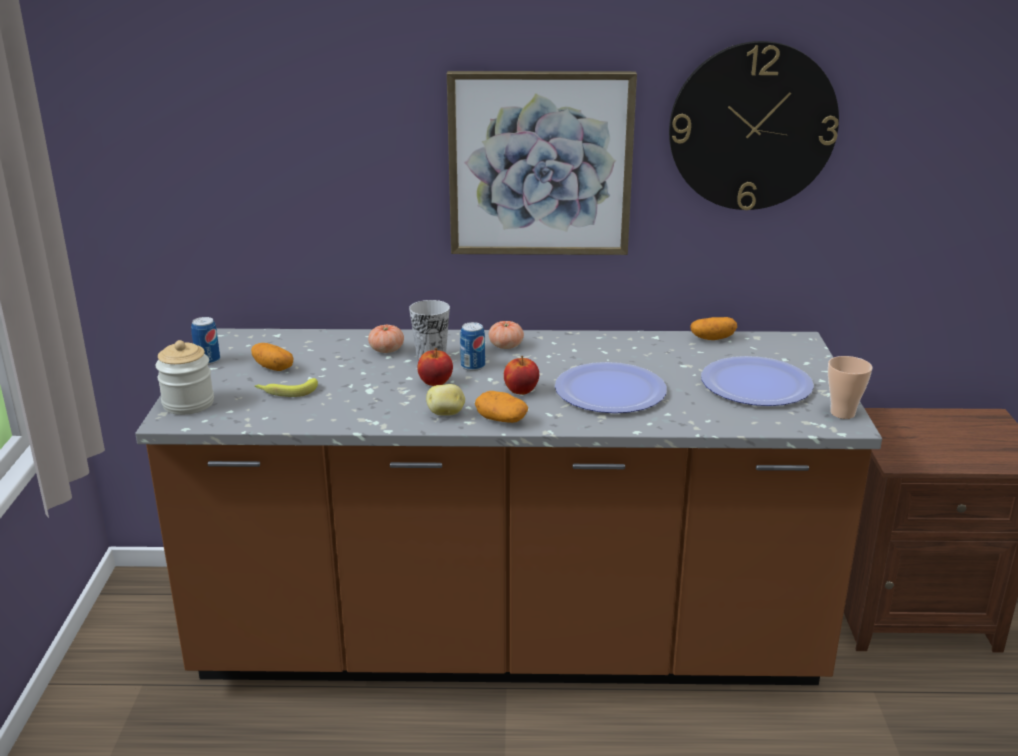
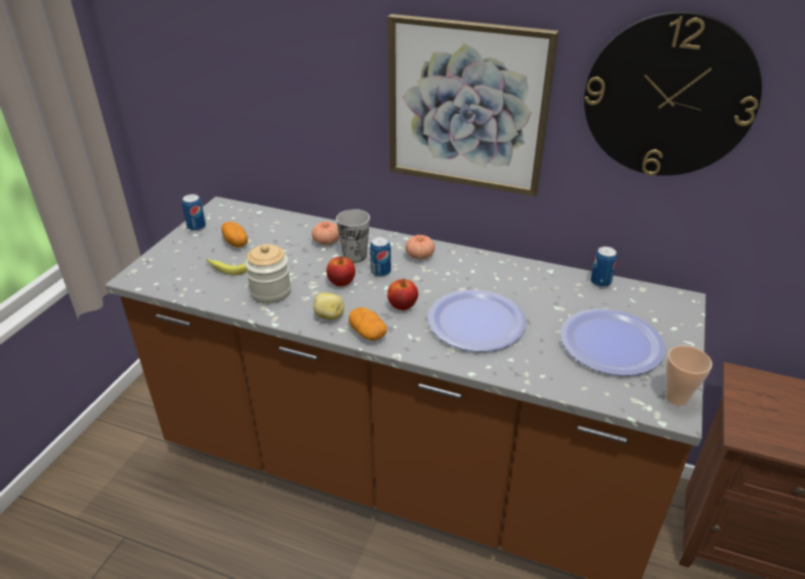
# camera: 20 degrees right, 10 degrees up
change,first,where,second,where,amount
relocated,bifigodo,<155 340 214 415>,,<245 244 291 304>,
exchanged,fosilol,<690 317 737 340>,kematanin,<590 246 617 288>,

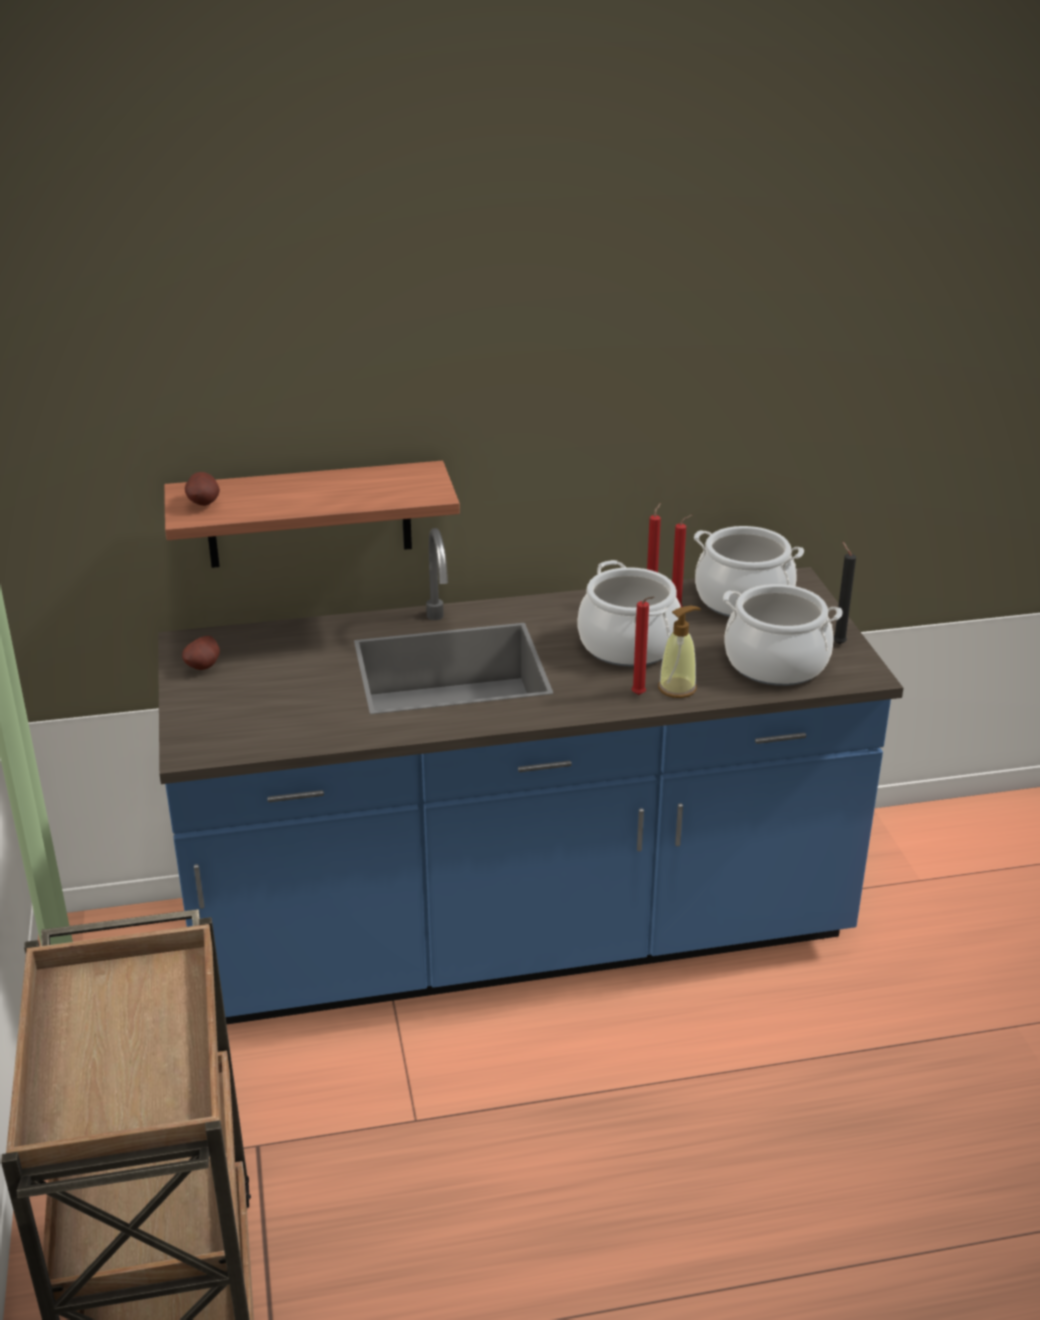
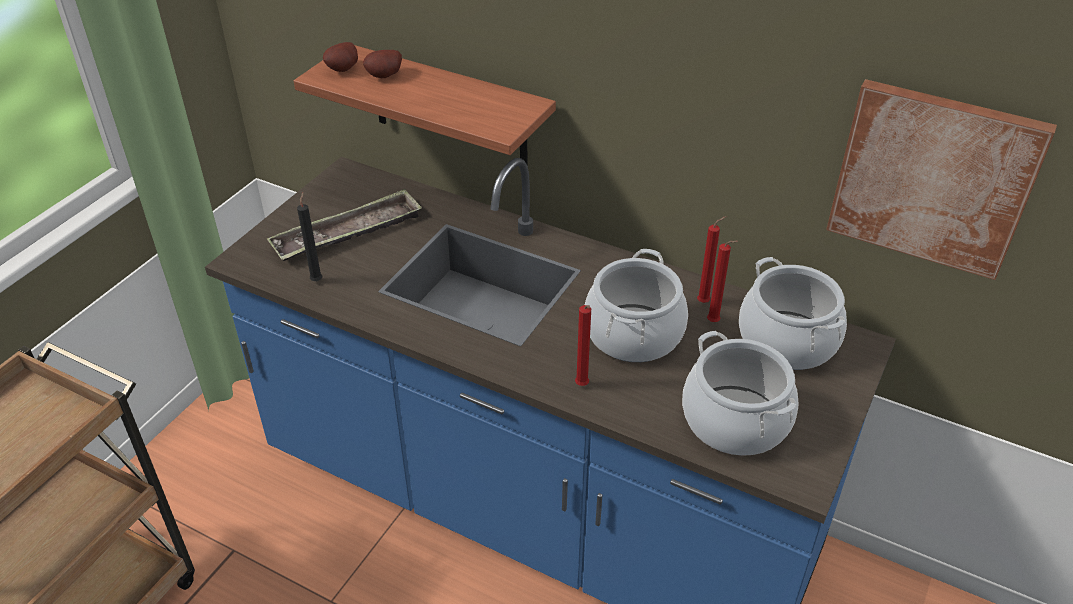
# camera: 40 degrees right, 10 degrees up
change,first,where,second,where,amount
appeared,,,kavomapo,<267 189 422 261>,
relocated,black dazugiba,<833 542 856 644>,,<297 192 322 281>,
relocated,fosilol,<182 636 220 670>,,<363 50 402 78>,
appeared,,,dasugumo,<826 79 1057 280>,
missing,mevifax,<658 606 701 698>,,,

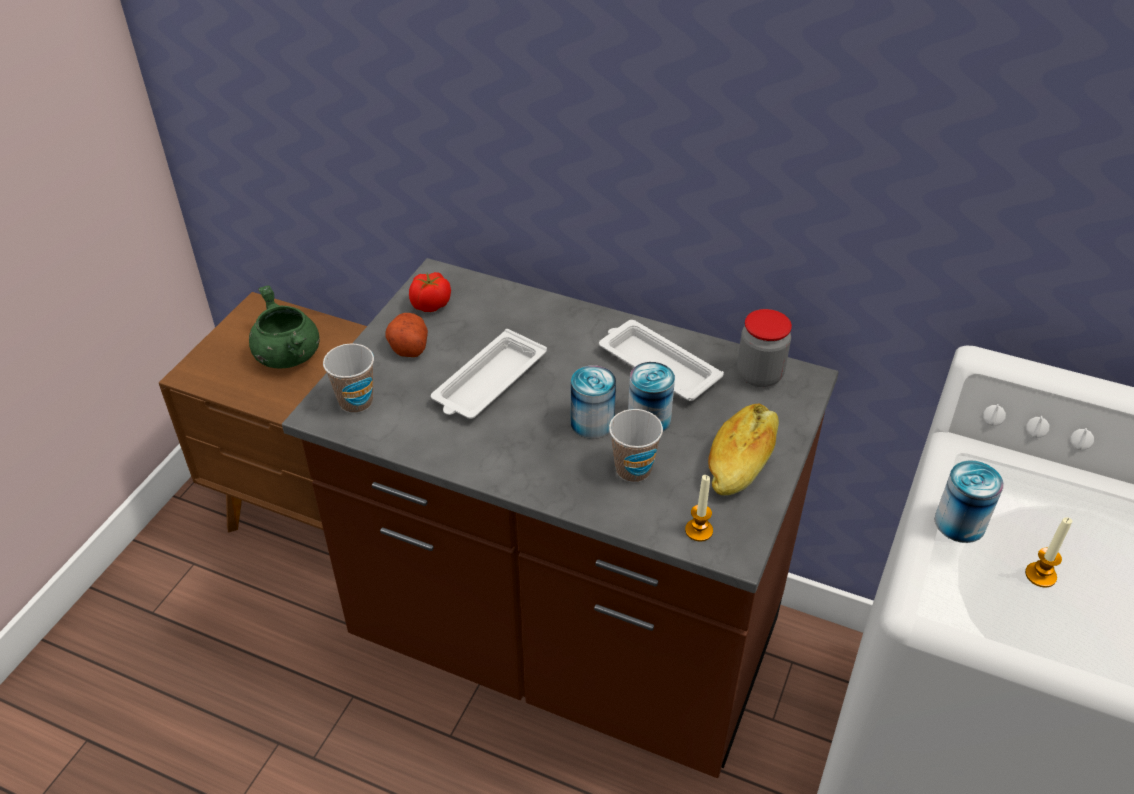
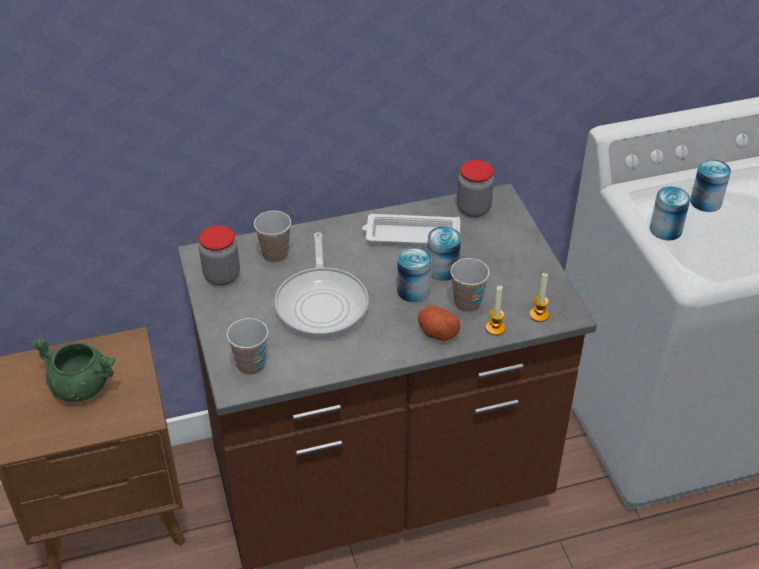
# camera: 40 degrees left, 0 degrees up
change,first,where,second,where,amount
exchanged,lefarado,<409 272 451 312>,bifigodo,<199 225 240 286>,
appeared,,,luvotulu,<254 210 291 263>,
exchanged,white kavomapo,<431 329 547 419>,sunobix,<274 232 369 339>,
relocated,fosilol,<385 313 428 357>,,<418 305 460 341>,
relocated,dazugiba,<1025 517 1072 587>,,<485 286 505 335>,
appeared,,,kematanin,<690 159 731 212>,
missing,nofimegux,<708 403 779 496>,,,

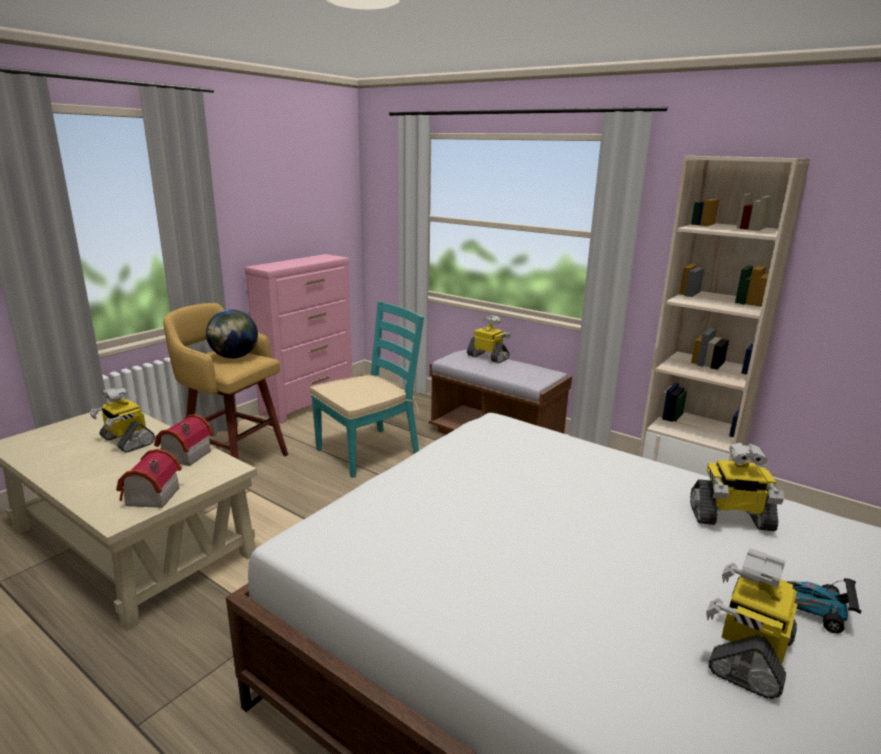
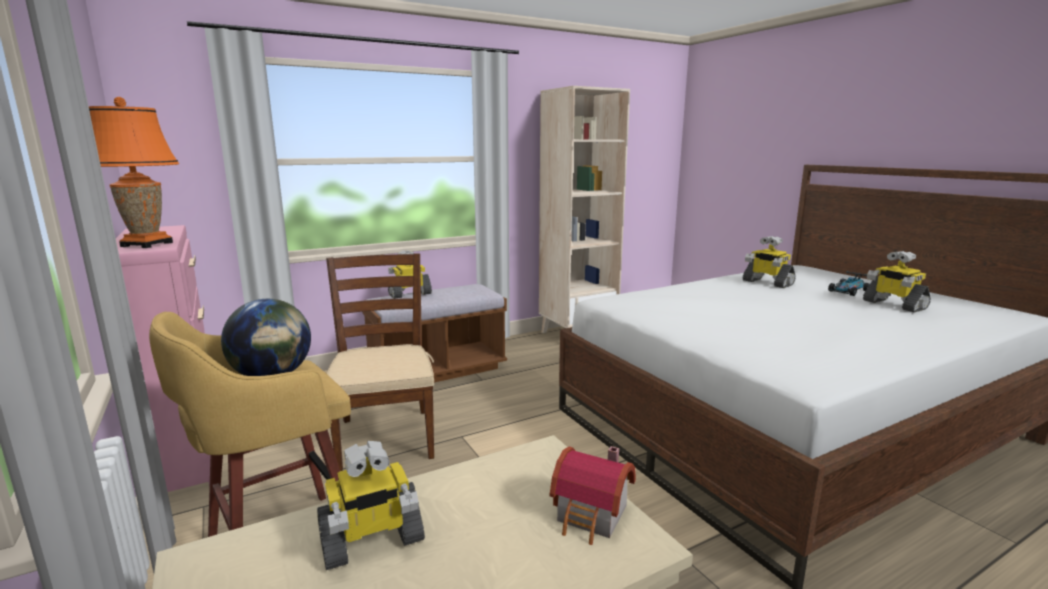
# camera: 65 degrees left, 5 degrees down
change,first,where,second,where,amount
appeared,,,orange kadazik,<89 97 179 248>,
colour,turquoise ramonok,<310 301 424 478>,brown ramonok,<326 253 434 471>,
spun,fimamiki,<690 443 784 531>,,<743 236 796 288>,105 degrees clockwise
missing,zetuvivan,<154 414 214 466>,,,

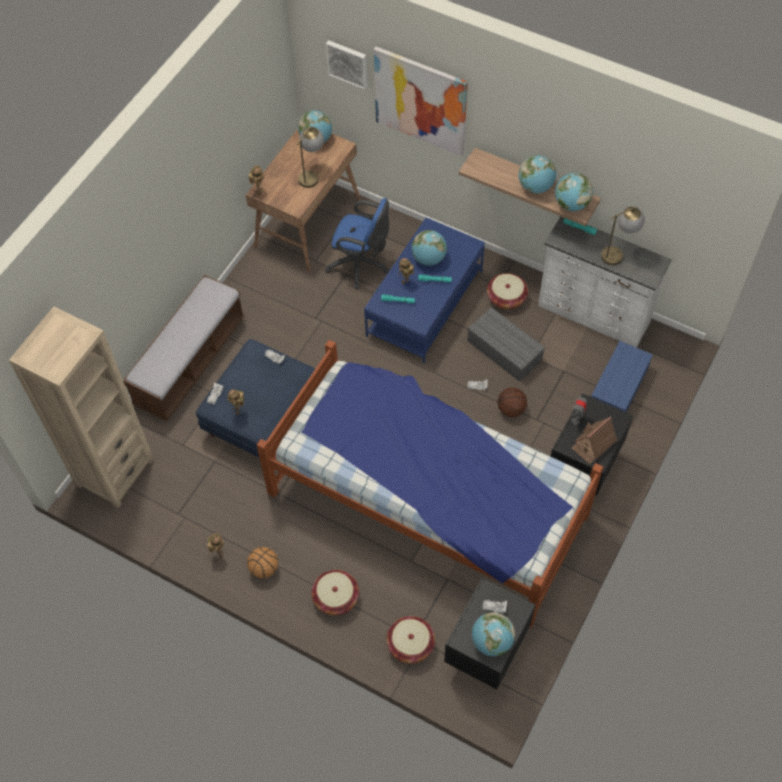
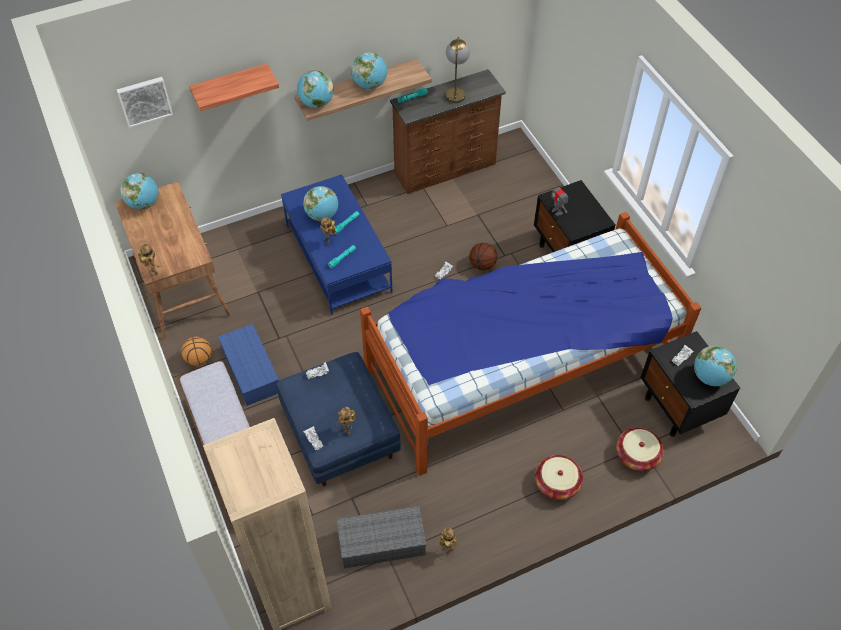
# camera: 55 degrees left, 5 degrees down
change,first,where,second,where,amount
relocated,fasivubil,<247 547 278 578>,,<181 337 212 366>,
exchanged,dasugumo,<374 47 468 156>,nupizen,<189 63 279 111>,
relocated,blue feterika,<591 341 653 412>,,<218 324 279 406>,
relocated,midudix,<555 173 593 211>,,<297 70 334 108>,
relocated,grey feterika,<467 307 545 382>,,<337 506 426 569>,
colour,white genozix,<538 216 672 348>,brown genozix,<390 69 506 194>,
missing,kadazik,<297 126 324 188>,,,
missing,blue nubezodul,<325 198 389 289>,,,
missing,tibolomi,<487 273 528 309>,,,
missing,zetuvivan,<572 416 617 464>,,,

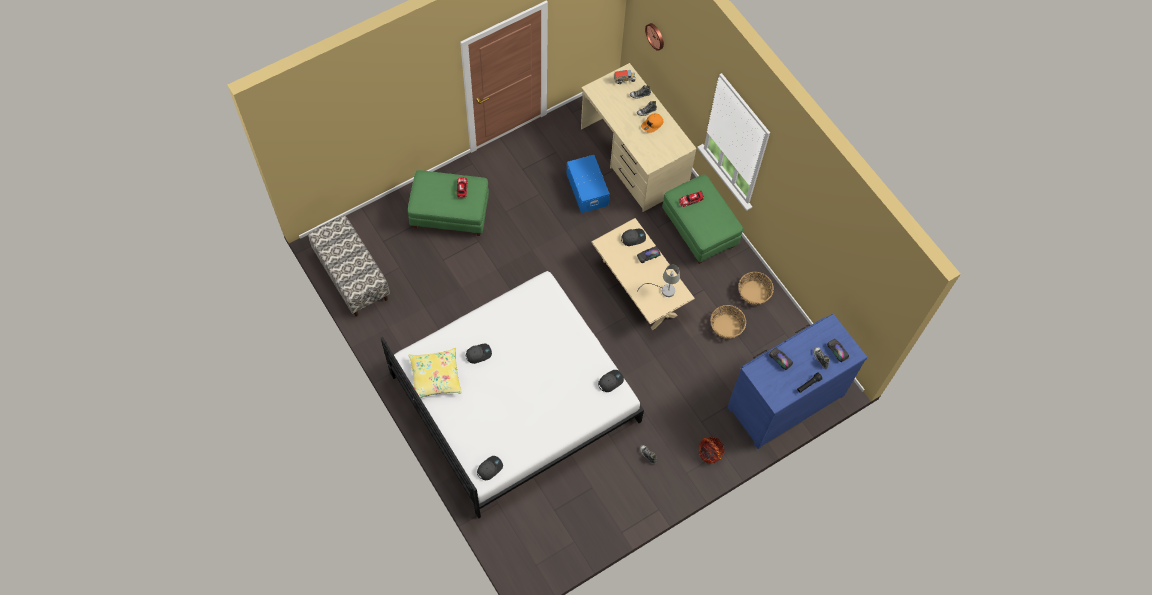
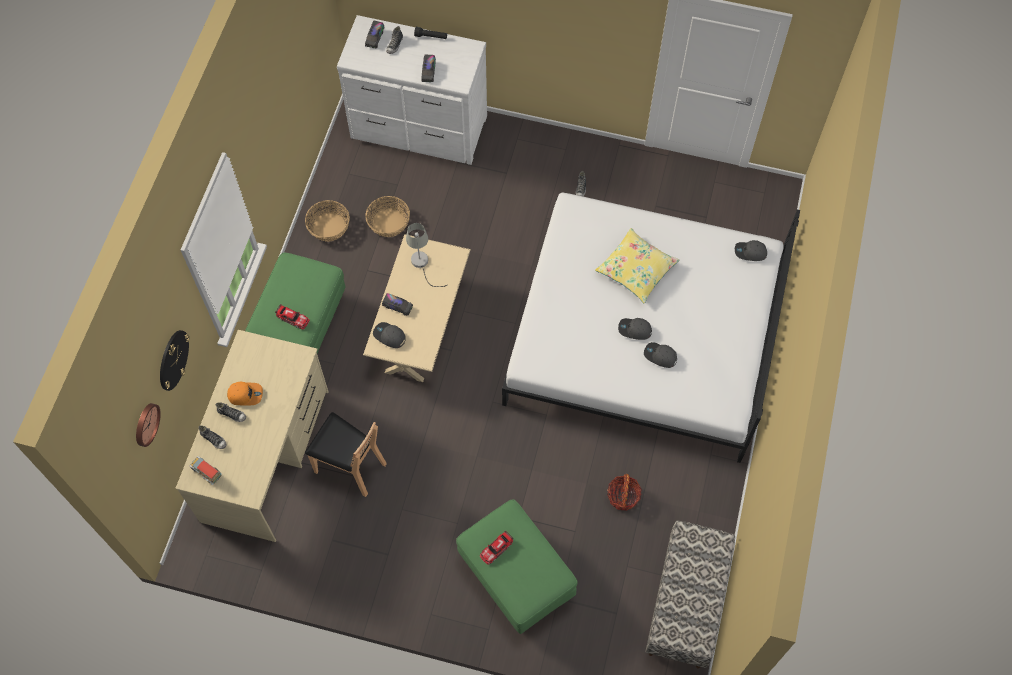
# camera: 130 degrees left, 0 degrees up
change,first,where,second,where,amount
appeared,,,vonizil,<160 330 190 391>,
exchanged,blue feterika,<567 155 610 213>,brown ramonok,<305 412 387 497>,
colour,blue genozix,<728 314 868 449>,white genozix,<337 15 487 165>,
relocated,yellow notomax,<408 348 462 398>,,<595 228 679 303>,
relocated,tibolomi,<699 436 725 463>,,<607 474 642 511>,
relocated,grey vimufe,<598 370 624 392>,,<618 318 652 340>,

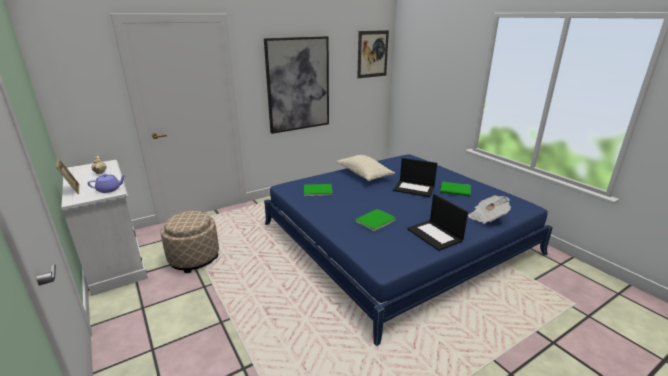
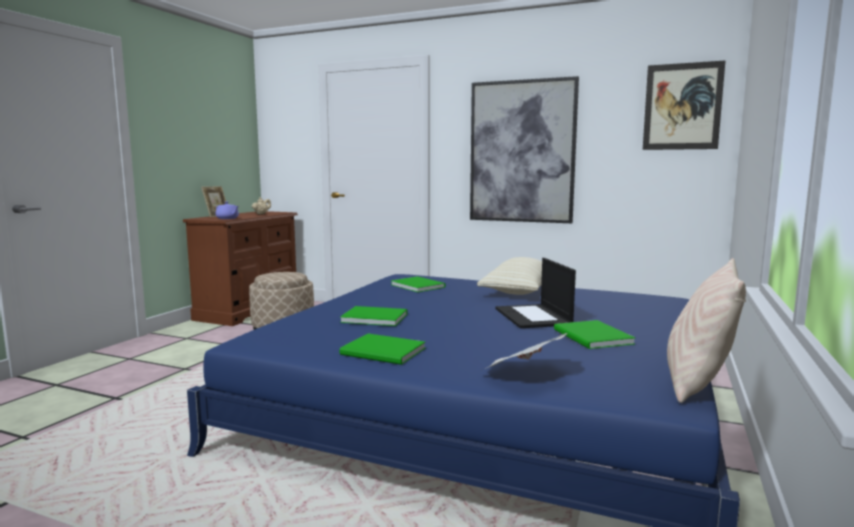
# camera: 55 degrees right, 15 degrees down
change,first,where,second,where,amount
colour,white genozix,<61 160 148 296>,brown genozix,<183 211 298 326>,
exchanged,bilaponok,<407 194 468 251>,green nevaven,<339 333 425 365>,
appeared,,,beige notomax,<667 258 746 403>,

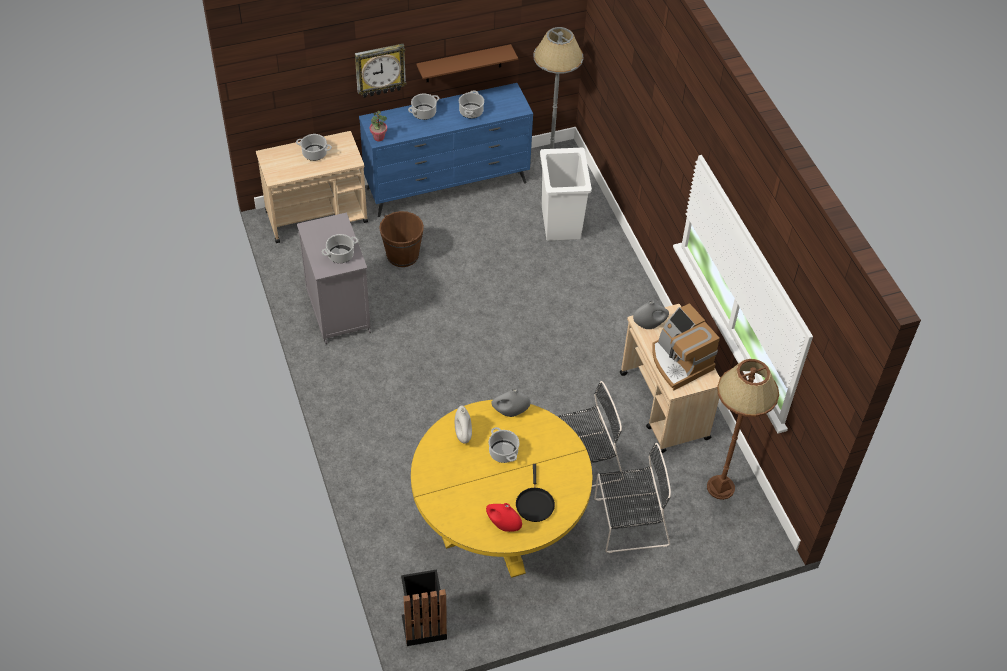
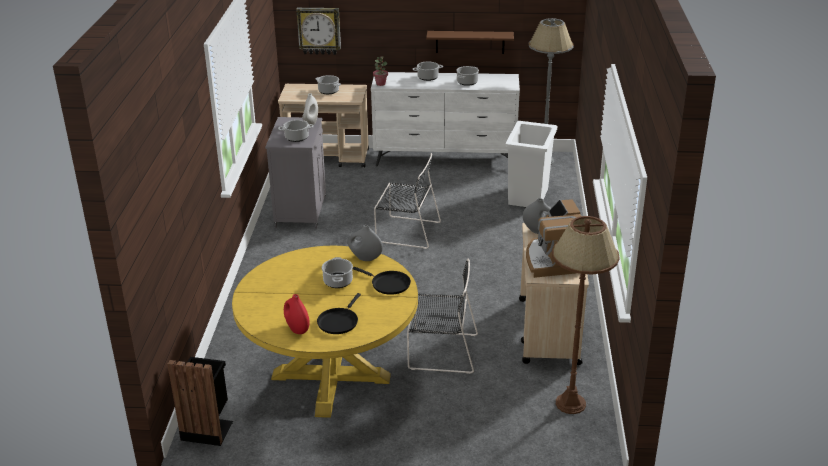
# camera: 25 degrees right, 20 degrees down
change,first,where,second,where,amount
relocated,vonizil,<355 44 406 98>,,<296 8 341 55>,
relocated,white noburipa,<455 405 472 444>,,<302 93 318 126>,
appeared,,,black sunobix,<353 267 411 295>,
colour,blue genozix,<359 83 533 217>,white genozix,<371 72 520 166>,
relocated,black ramonok,<594 443 671 553>,,<374 153 441 249>,
missing,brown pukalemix,<379 211 424 267>,,,

